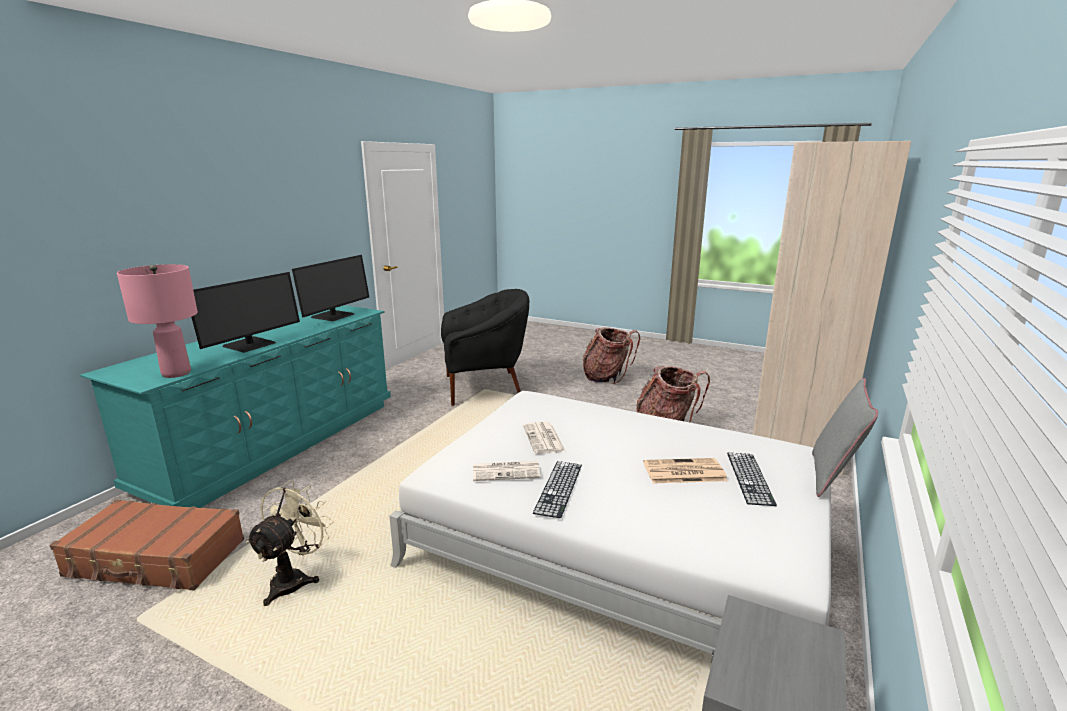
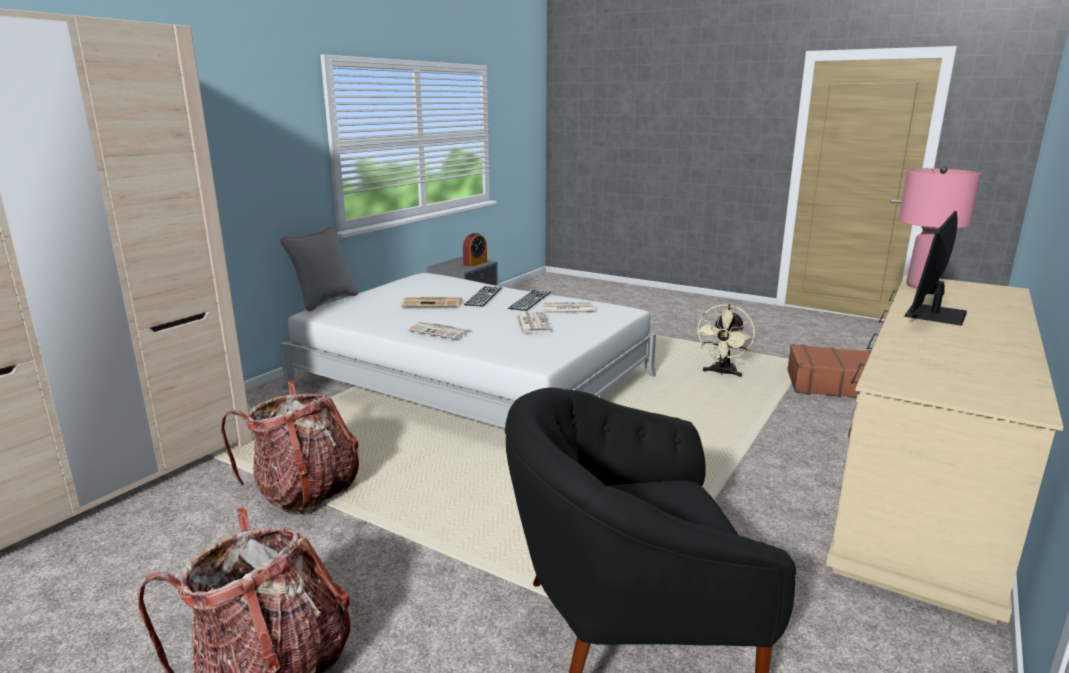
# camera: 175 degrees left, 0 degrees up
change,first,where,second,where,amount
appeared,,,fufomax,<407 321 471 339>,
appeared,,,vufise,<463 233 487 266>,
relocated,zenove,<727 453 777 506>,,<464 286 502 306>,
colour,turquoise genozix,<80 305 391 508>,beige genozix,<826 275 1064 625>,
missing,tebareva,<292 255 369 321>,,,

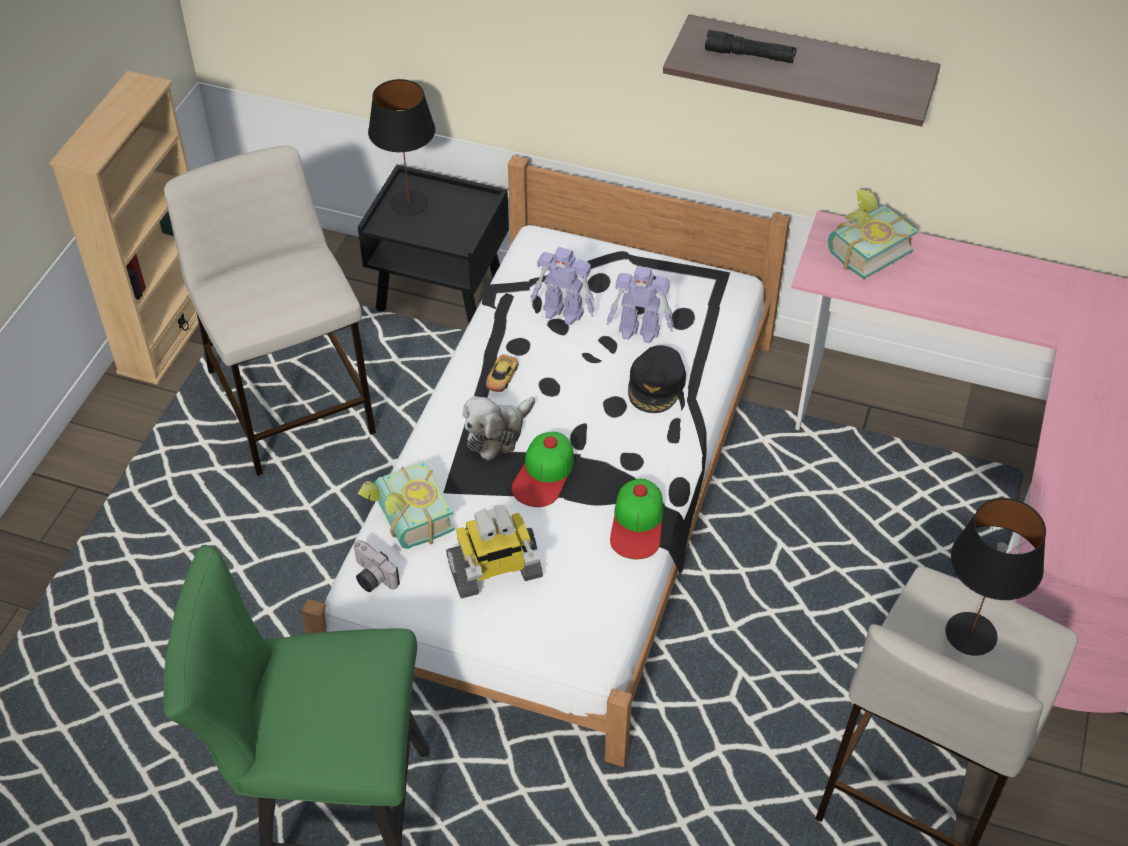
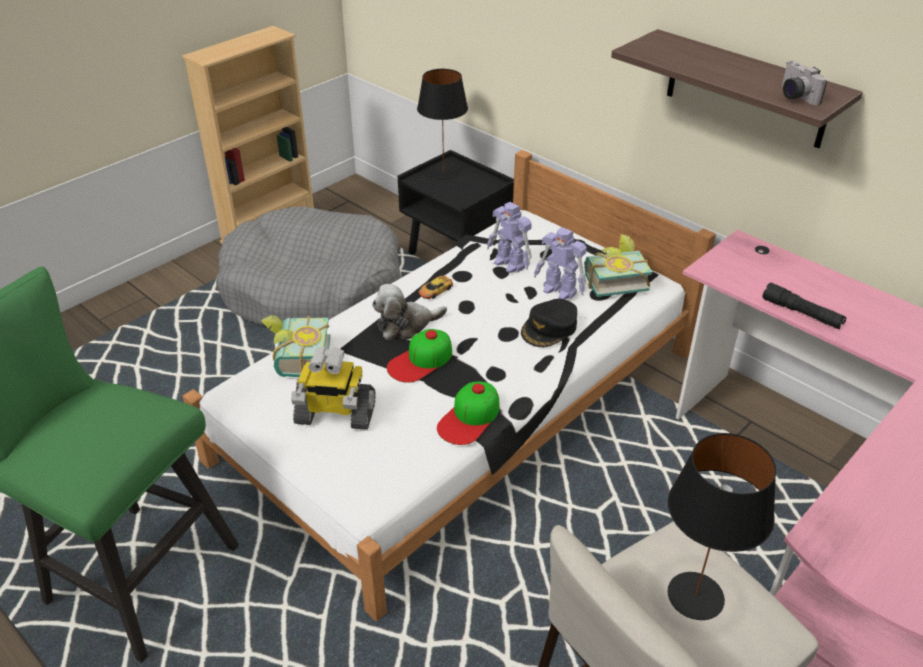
# camera: 25 degrees right, 10 degrees down
change,first,where,second,where,amount
exchanged,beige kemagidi,<164 146 376 476>,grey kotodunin,<216 206 401 329>,
relocated,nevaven,<828 190 918 279>,,<585 234 652 297>,
relocated,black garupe,<705 30 796 63>,,<762 282 847 329>,
relocated,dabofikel,<353 540 400 592>,,<782 60 827 105>,

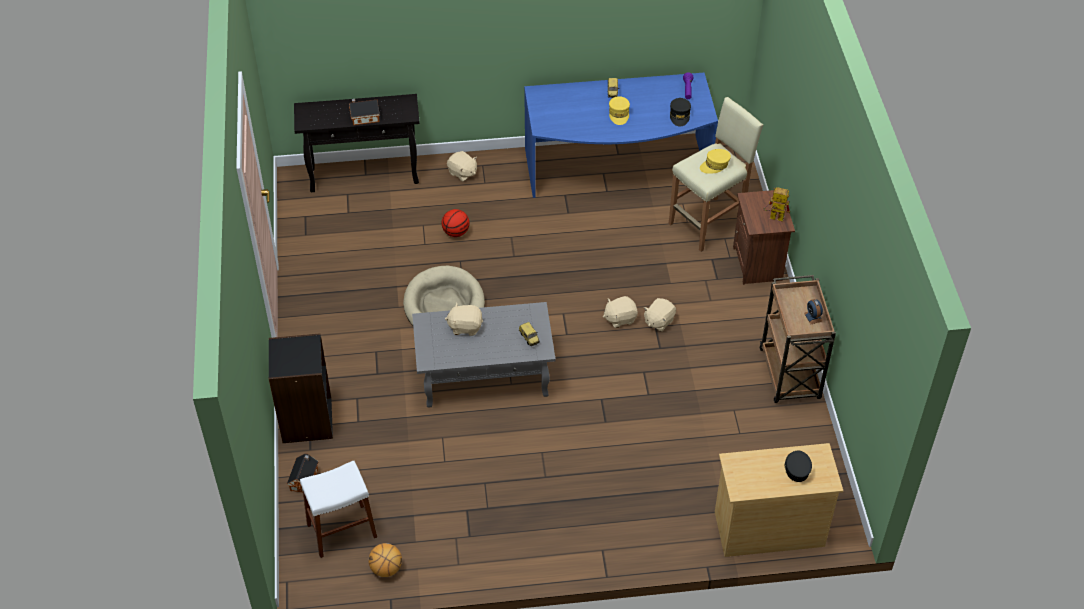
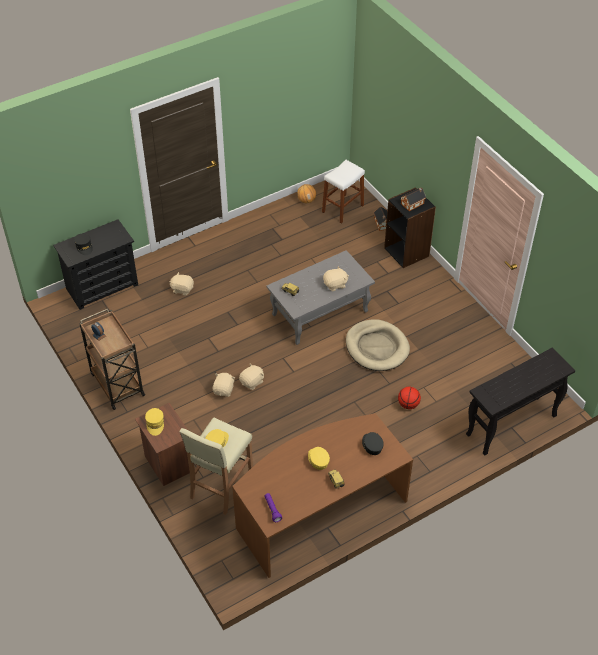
# camera: 155 degrees right, 0 degrees up
change,first,where,second,where,amount
colour,beige genozix,<715 443 843 557>,black genozix,<53 219 138 310>,
exchanged,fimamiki,<763 187 790 222>,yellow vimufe,<145 408 164 436>,
relocated,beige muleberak,<447 151 477 182>,,<169 272 194 296>,
colour,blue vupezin,<524 73 718 198>,brown vupezin,<232 413 413 578>,
relocated,black vimufe,<670 98 691 126>,,<362 432 384 455>,
relocated,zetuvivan,<349 99 380 125>,,<401 188 426 211>,

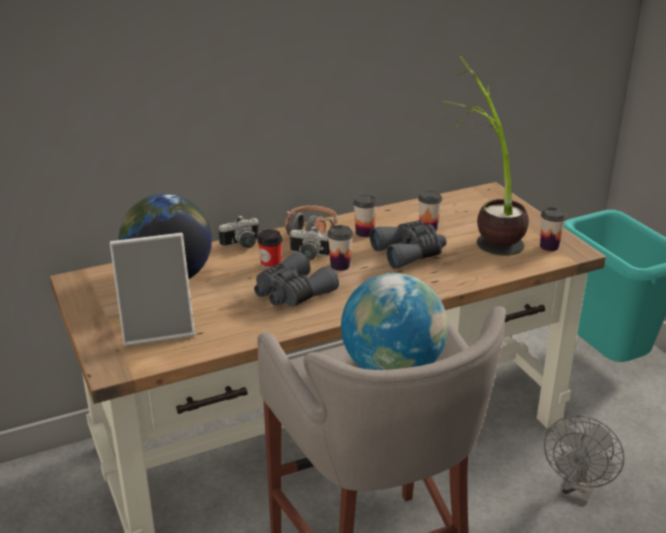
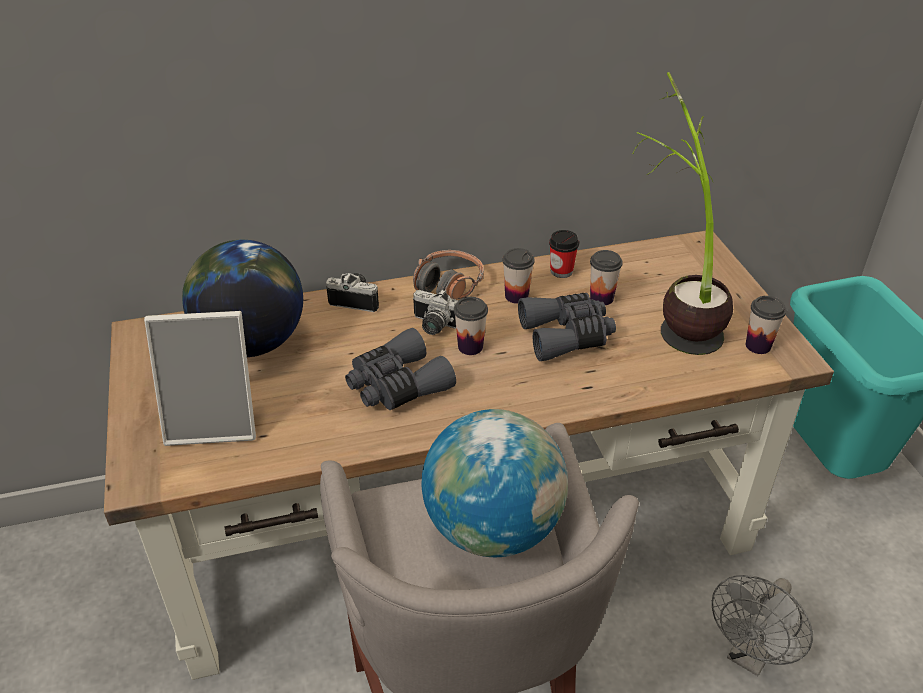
# camera: 10 degrees right, 10 degrees up
change,first,where,second,where,amount
spun,dabofikel,<219 215 259 248>,,<326 273 379 312>,150 degrees counterclockwise
relocated,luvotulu,<257 229 282 269>,,<549 230 579 278>,

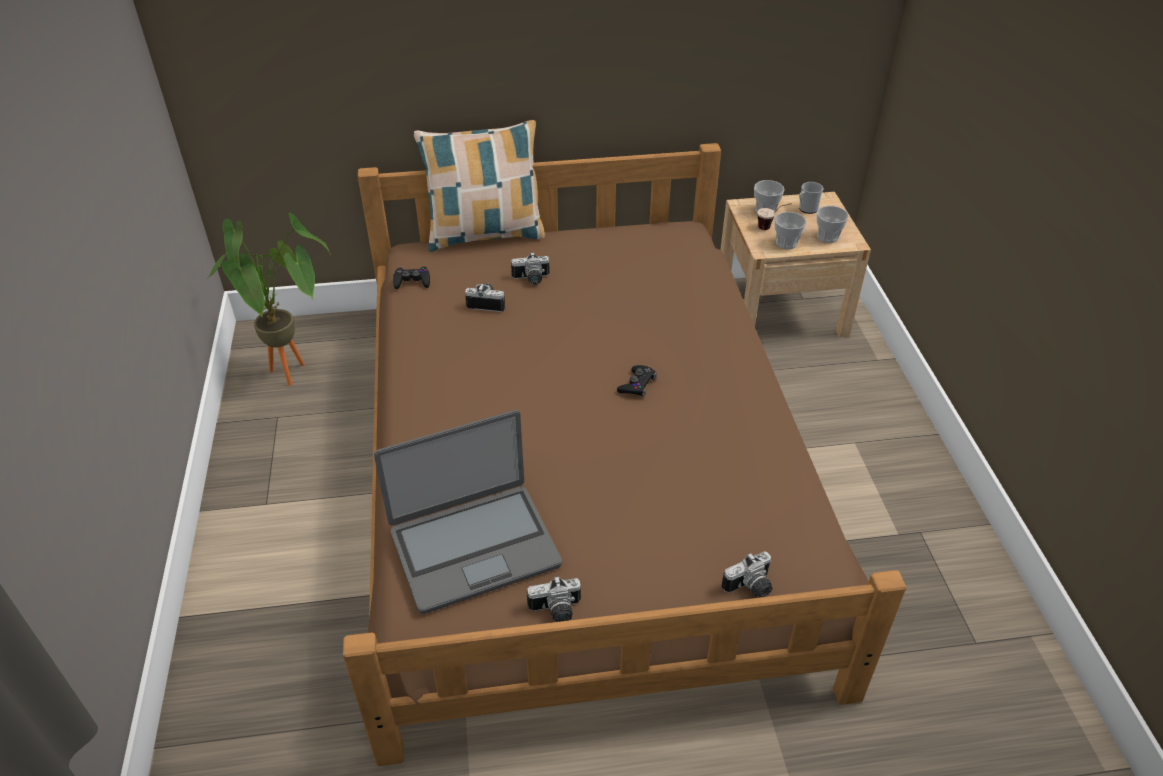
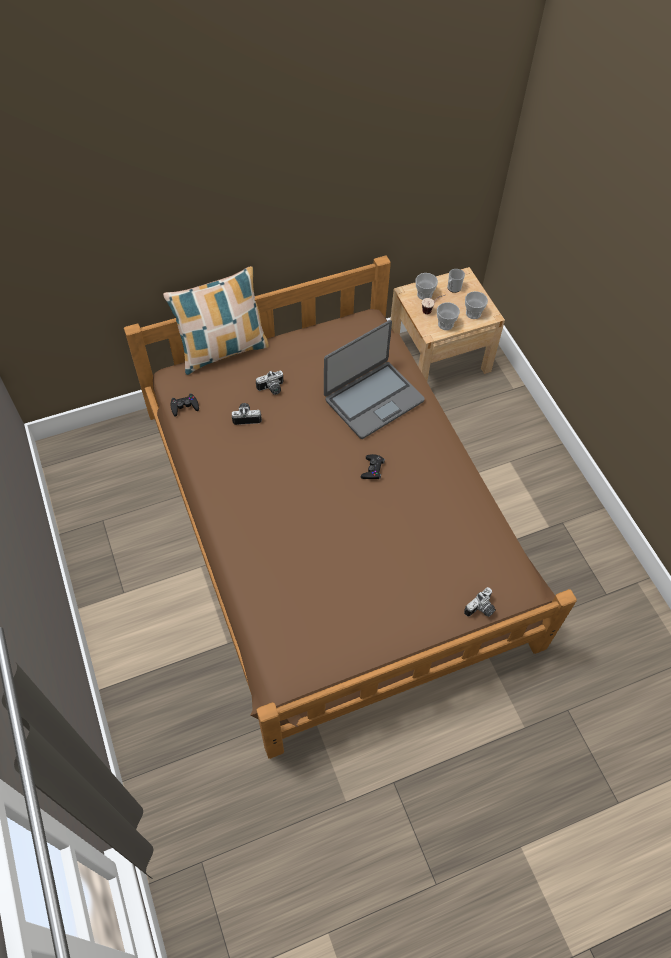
# camera: 15 degrees left, 15 degrees up
change,first,where,second,where,amount
relocated,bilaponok,<374 410 562 614>,,<324 320 425 439>,
missing,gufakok,<207 212 331 386>,,,
missing,dabofikel,<527 576 581 622>,,,

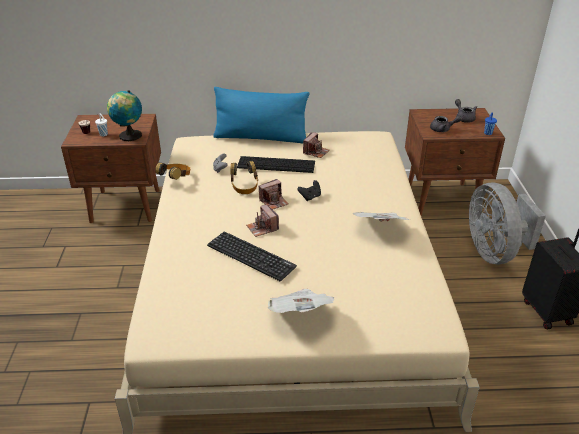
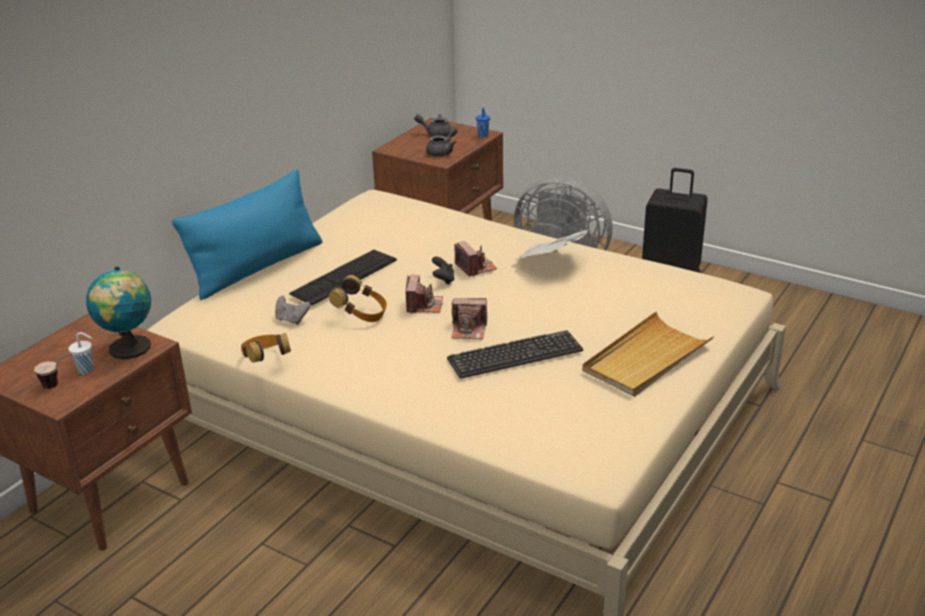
# camera: 55 degrees left, 5 degrees down
change,first,where,second,where,amount
relocated,dabofikel,<303 132 329 158>,,<455 241 497 276>,
exchanged,fufomax,<268 289 335 313>,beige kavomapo,<582 311 714 397>,

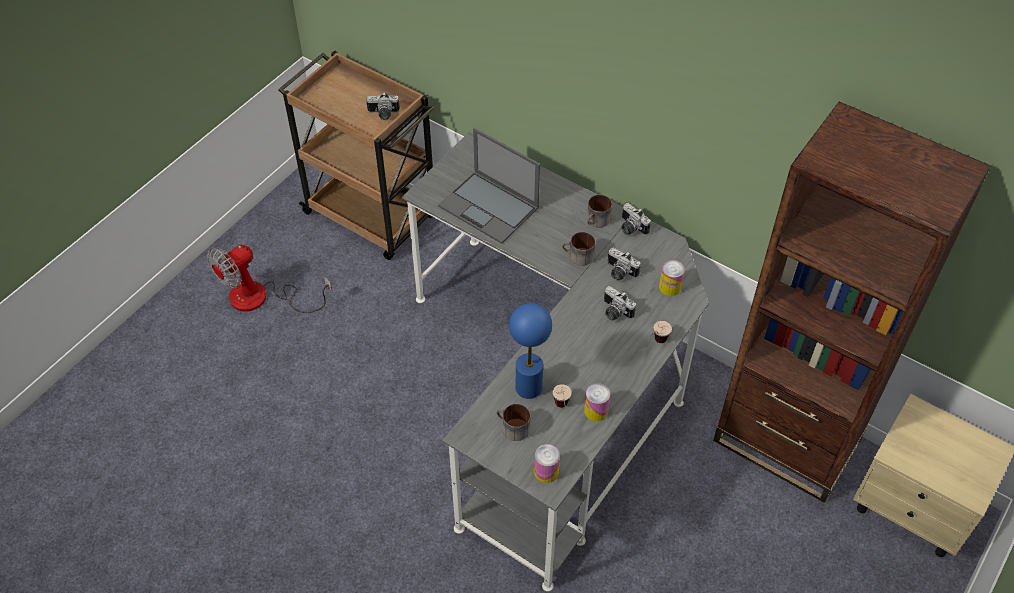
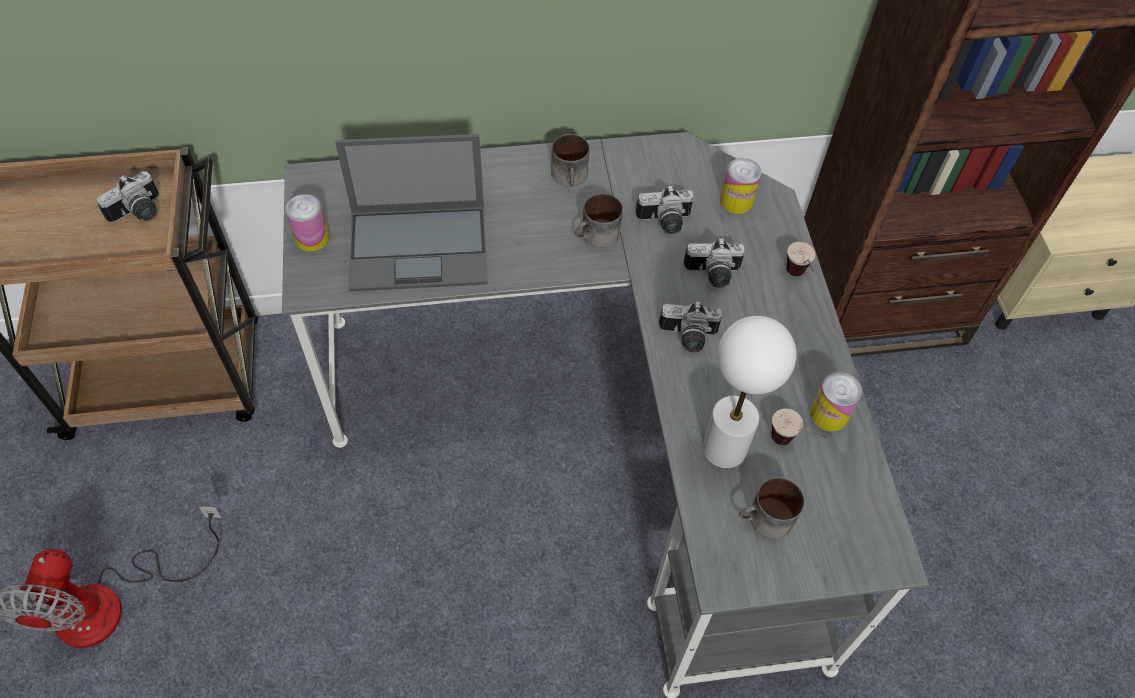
# camera: 45 degrees left, 5 degrees up
change,first,where,second,where,amount
relocated,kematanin,<534 444 560 483>,,<285 194 330 252>,
relocated,dabofikel,<621 203 651 235>,,<659 301 722 352>,
colour,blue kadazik,<509 303 552 399>,white kadazik,<703 316 796 468>,

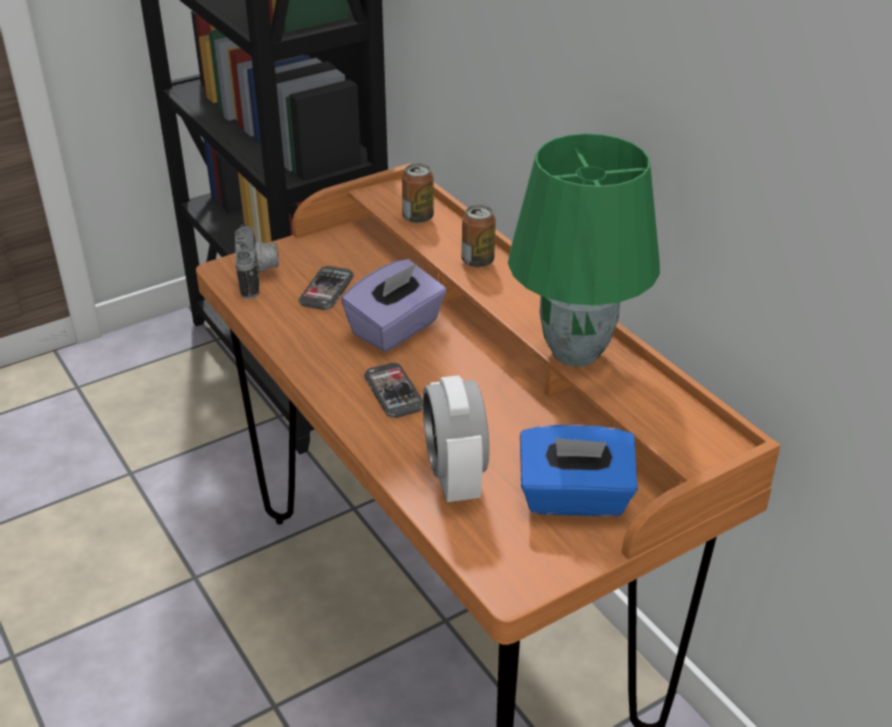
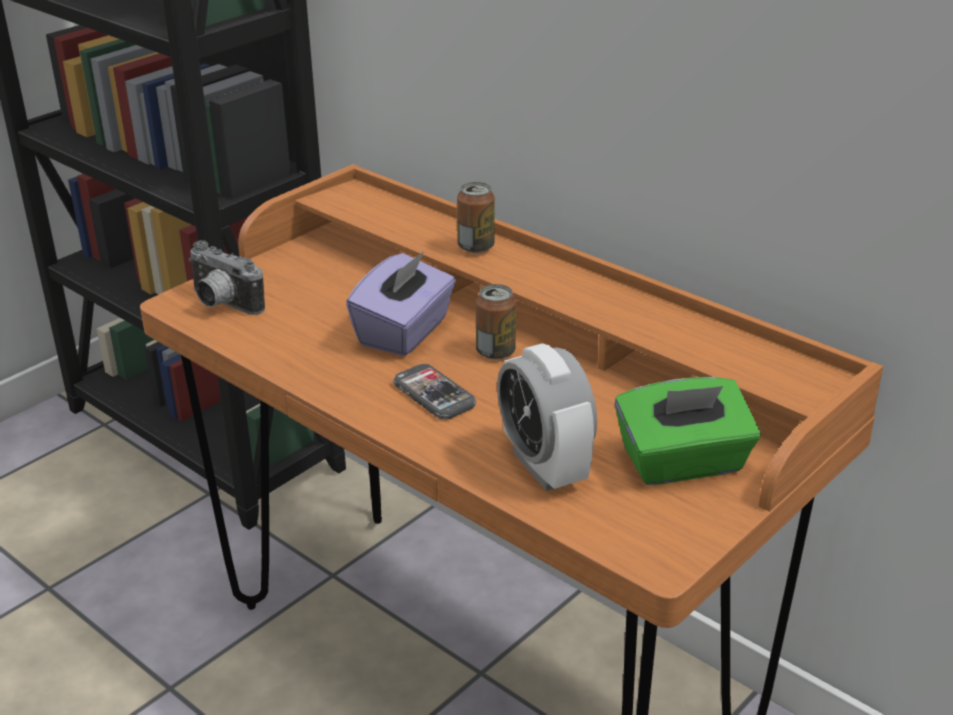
# camera: 15 degrees left, 5 degrees down
change,first,where,second,where,amount
spun,dabofikel,<235 224 279 299>,,<188 240 265 315>,150 degrees clockwise
relocated,kematanin,<402 164 434 223>,,<476 284 516 360>,
colour,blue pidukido,<520 424 638 517>,green pidukido,<615 377 761 485>,
missing,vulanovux,<299 266 354 310>,,,
missing,green kadazik,<508 133 660 367>,,,

